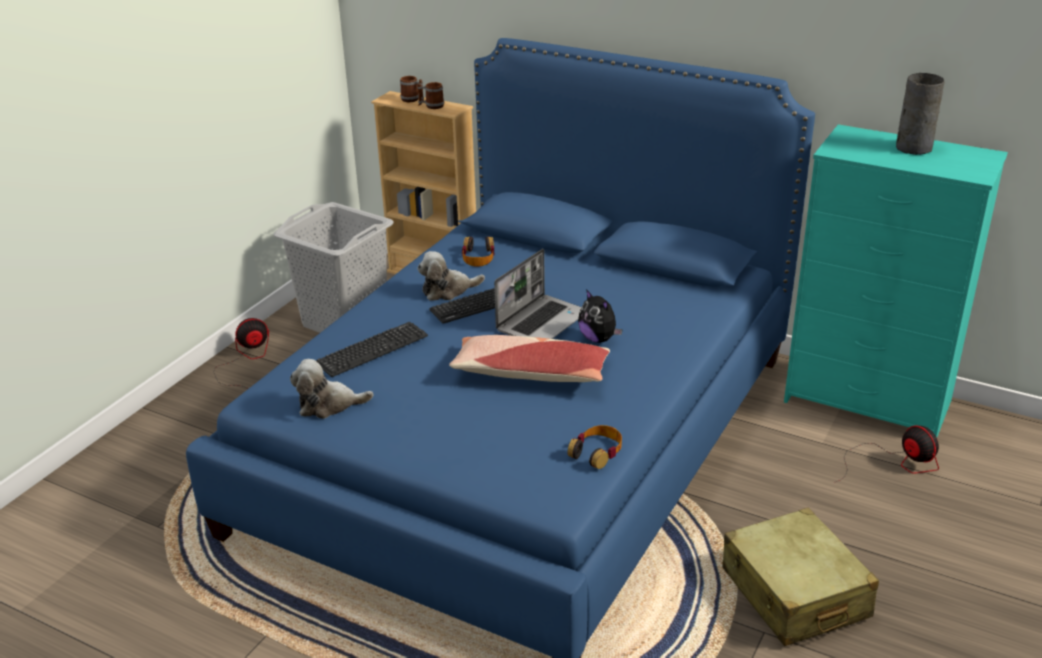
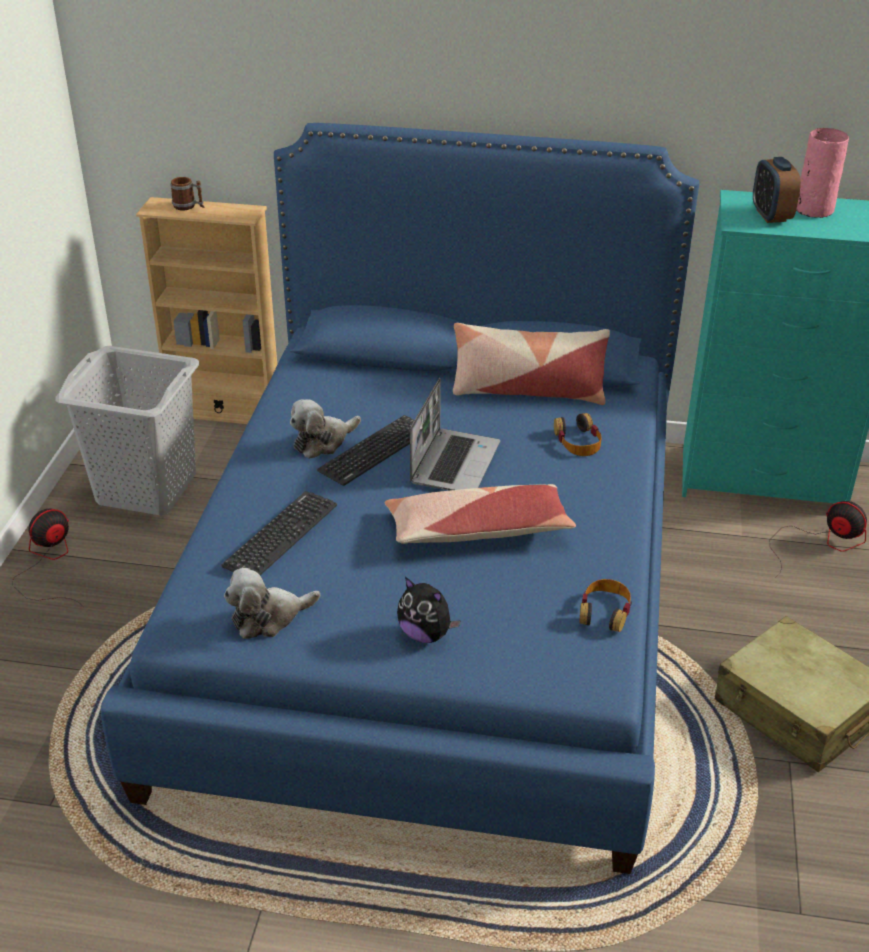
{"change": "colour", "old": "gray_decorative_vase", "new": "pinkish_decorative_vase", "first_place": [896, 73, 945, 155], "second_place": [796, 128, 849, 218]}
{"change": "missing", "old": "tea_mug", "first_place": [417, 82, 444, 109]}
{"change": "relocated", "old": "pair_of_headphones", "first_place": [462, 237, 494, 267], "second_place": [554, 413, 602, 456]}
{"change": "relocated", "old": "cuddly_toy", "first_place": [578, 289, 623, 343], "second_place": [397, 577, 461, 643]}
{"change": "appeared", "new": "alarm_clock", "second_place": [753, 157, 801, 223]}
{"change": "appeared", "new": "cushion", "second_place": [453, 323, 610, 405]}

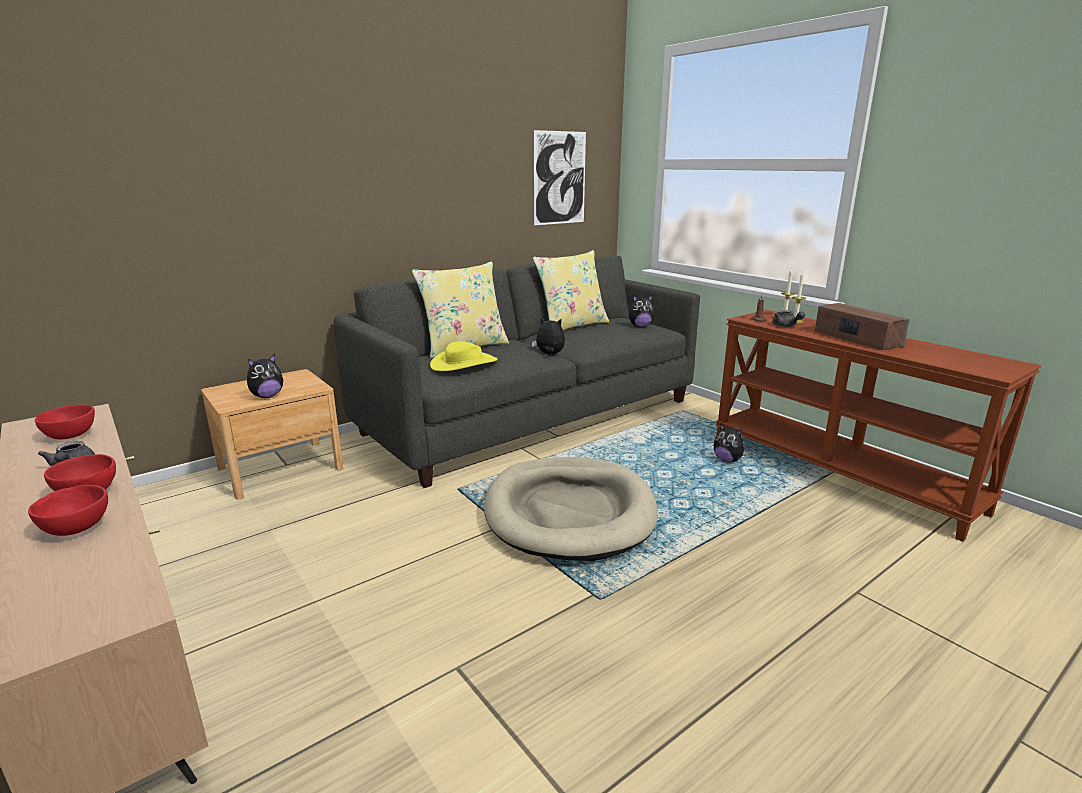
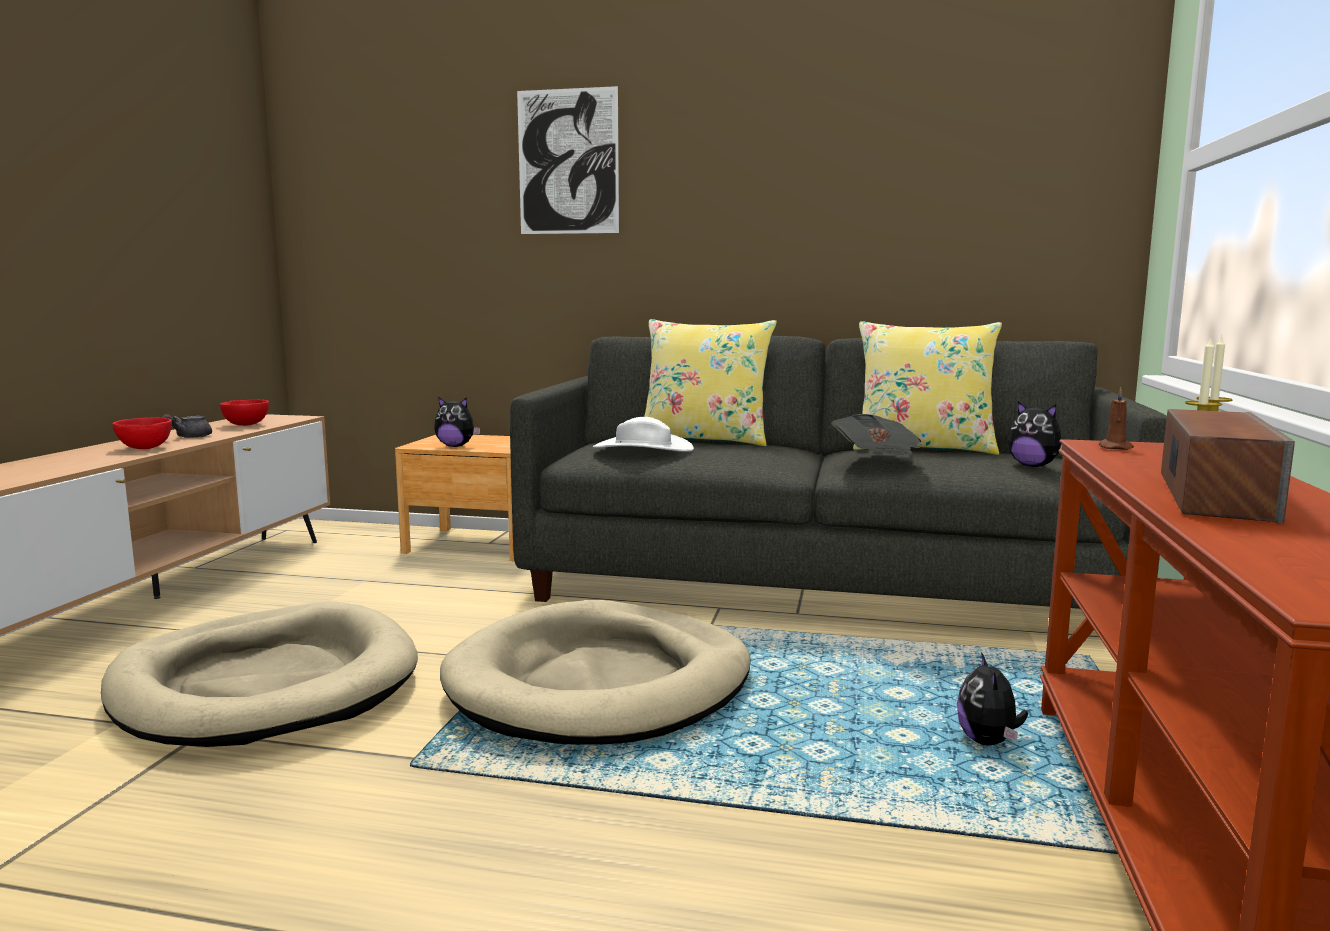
{"change": "relocated", "old": "wall_picture", "first_place": [534, 130, 586, 225], "second_place": [517, 86, 619, 234]}
{"change": "missing", "old": "gray_tea_pot", "first_place": [772, 310, 805, 327]}
{"change": "missing", "old": "cuddly_toy", "first_place": [532, 317, 565, 355]}
{"change": "colour", "old": "yellowish_hat", "new": "white-coloured_hat", "first_place": [430, 341, 498, 371], "second_place": [593, 417, 694, 452]}
{"change": "missing", "old": "red-coloured_serving_bowl", "first_place": [28, 485, 108, 536]}
{"change": "appeared", "new": "newspaper", "second_place": [831, 414, 921, 455]}
{"change": "appeared", "new": "beige-coloured_pet_bed", "second_place": [101, 601, 418, 747]}

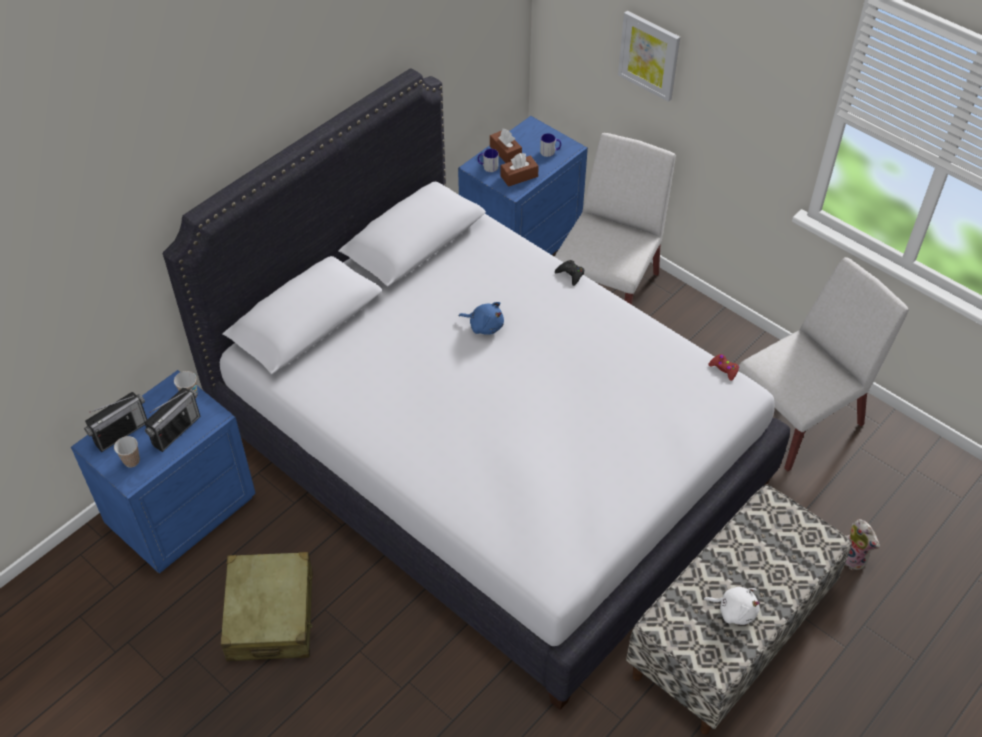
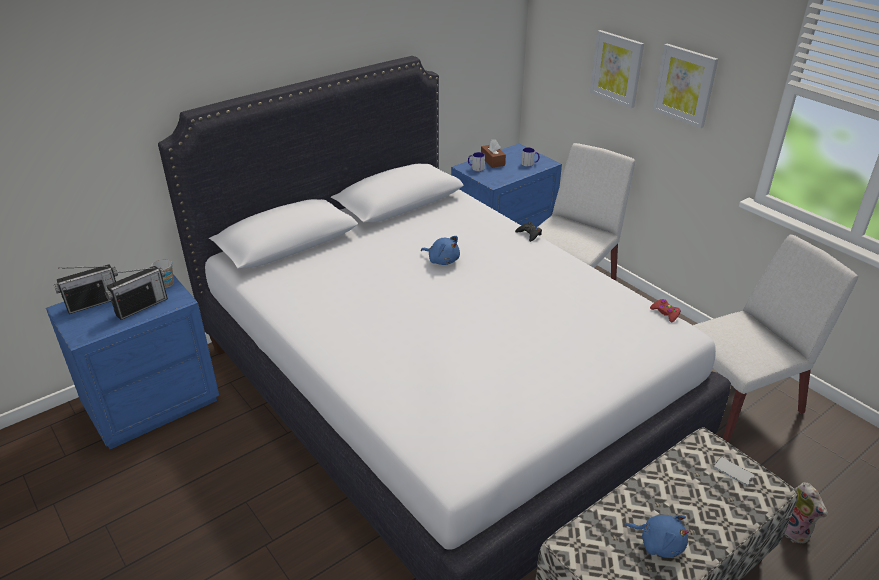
{"change": "missing", "old": "brown-coloured_tissue_box", "first_place": [501, 153, 539, 187]}
{"change": "missing", "old": "drinking_cup", "first_place": [114, 436, 140, 468]}
{"change": "missing", "old": "beige-coloured_suitcase", "first_place": [221, 552, 313, 662]}
{"change": "colour", "old": "white-coloured_cuddly_toy", "new": "blue-coloured_cuddly_toy", "first_place": [704, 587, 760, 625], "second_place": [624, 515, 689, 558]}
{"change": "appeared", "new": "wall_picture", "second_place": [653, 44, 718, 128]}
{"change": "appeared", "new": "phone", "second_place": [713, 457, 755, 486]}

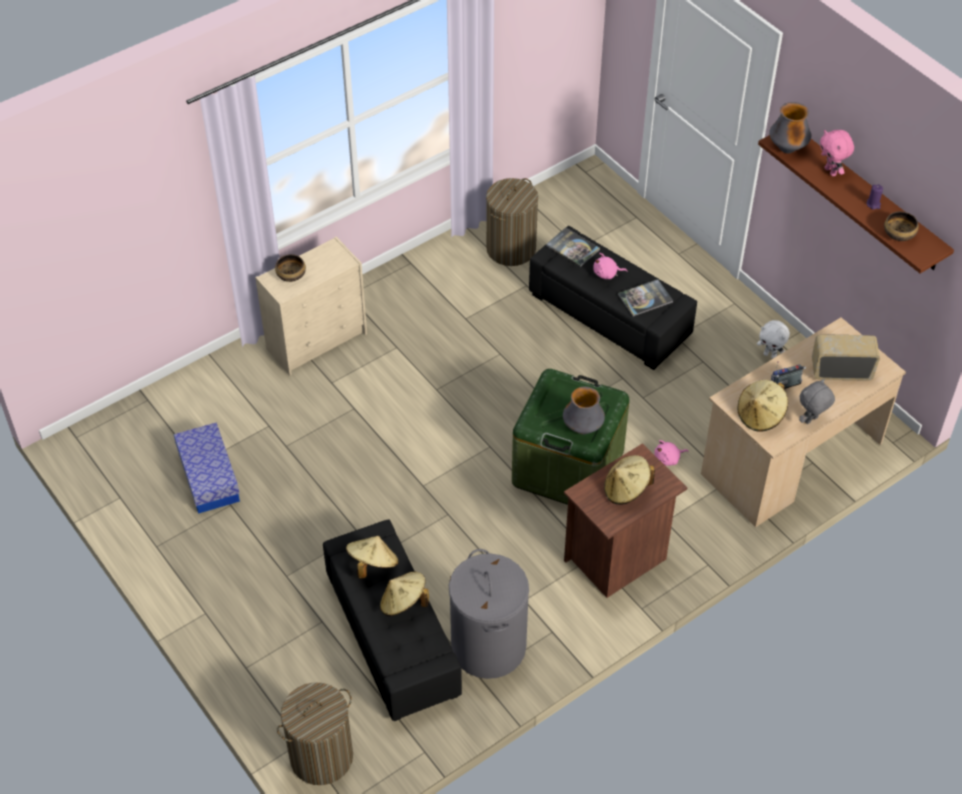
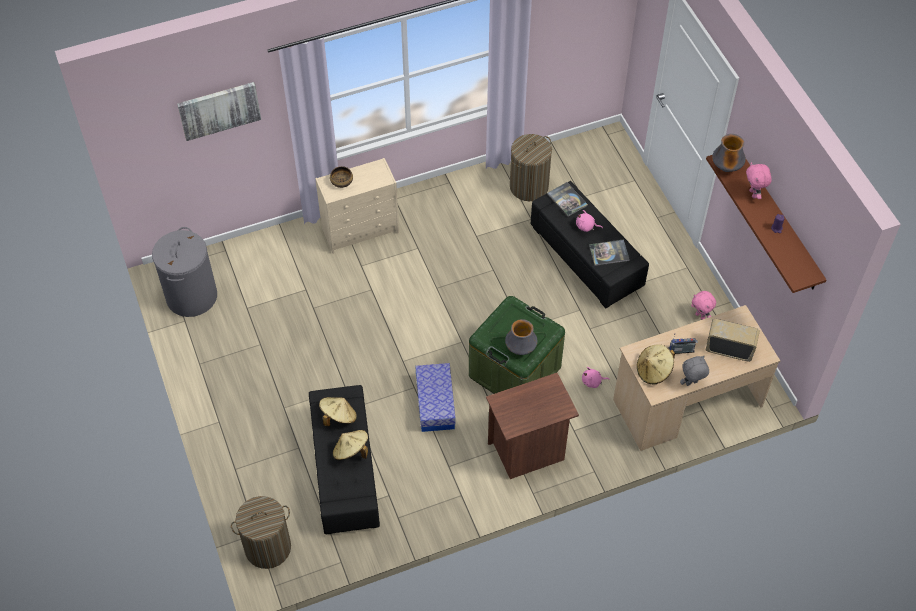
{"change": "missing", "old": "serving_bowl", "first_place": [884, 211, 919, 241]}
{"change": "colour", "old": "white-coloured_cuddly_toy", "new": "pinkish_cuddly_toy", "first_place": [757, 320, 790, 359], "second_place": [691, 291, 716, 320]}
{"change": "relocated", "old": "storage_container", "first_place": [174, 423, 240, 514], "second_place": [415, 363, 456, 432]}
{"change": "missing", "old": "beige-coloured_hat", "first_place": [604, 455, 655, 505]}
{"change": "relocated", "old": "gray_laundry_basket", "first_place": [449, 549, 529, 679], "second_place": [152, 227, 217, 317]}
{"change": "appeared", "new": "wall_picture", "second_place": [177, 82, 261, 141]}

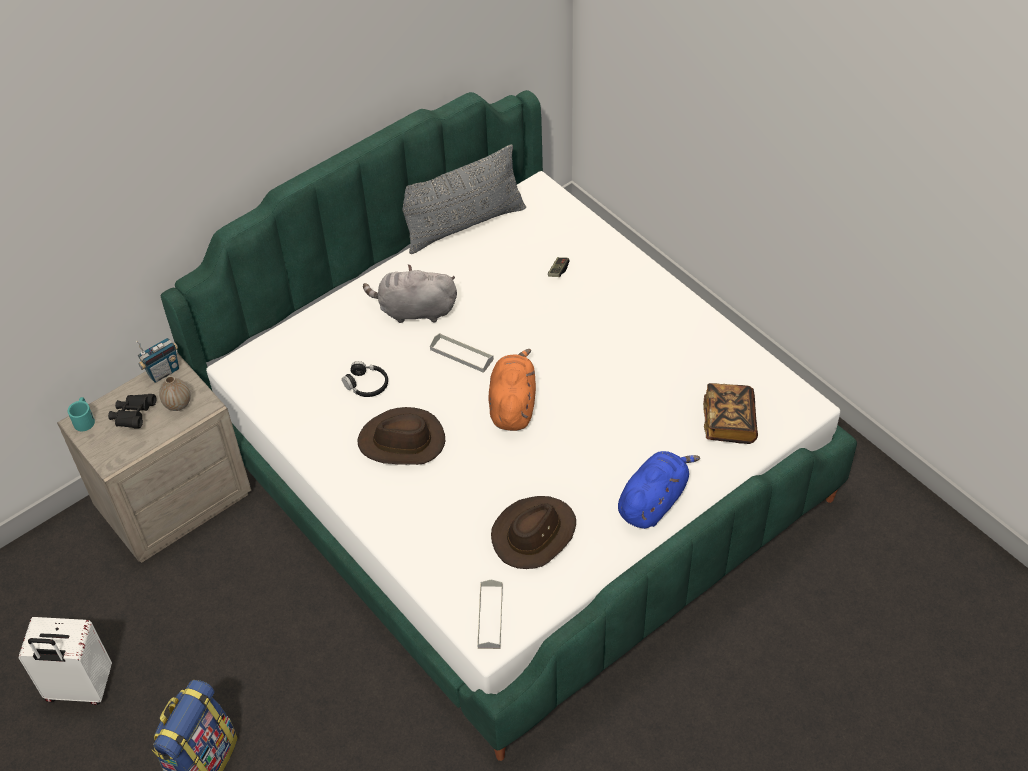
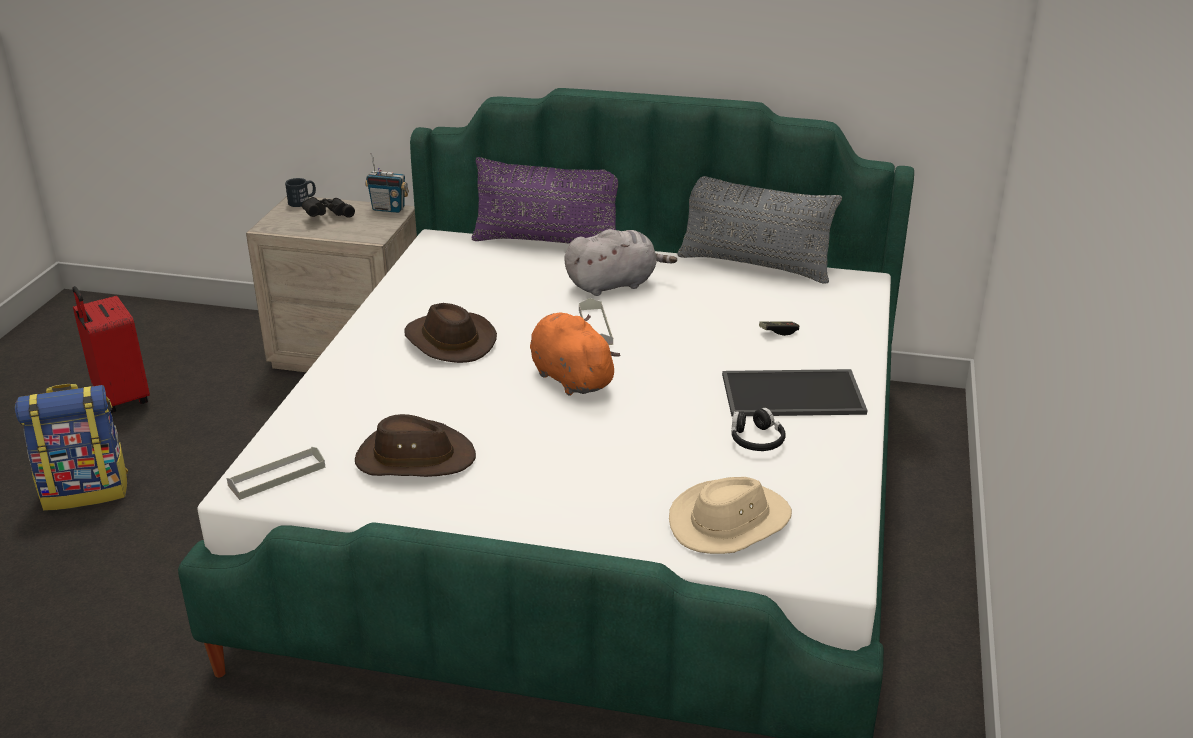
{"change": "spun", "old": "gray_cuddly_toy", "first_place": [363, 265, 457, 323], "second_place": [564, 229, 677, 296], "degrees": 105}
{"change": "spun", "old": "orangey_cuddly_toy", "first_place": [489, 349, 536, 431], "second_place": [530, 313, 620, 396], "degrees": -90}
{"change": "relocated", "old": "blackish_pair_of_headphones", "first_place": [342, 361, 388, 397], "second_place": [731, 408, 786, 451]}
{"change": "missing", "old": "decorative_vase", "first_place": [159, 376, 191, 411]}
{"change": "exchanged", "old": "book", "new": "beige-coloured_hat", "first_place": [703, 383, 758, 444], "second_place": [669, 477, 792, 554]}
{"change": "colour", "old": "turquoise-coloured_tea_mug", "new": "blackish_tea_mug", "first_place": [68, 397, 95, 431], "second_place": [285, 178, 316, 207]}
{"change": "missing", "old": "blue-coloured_cuddly_toy", "first_place": [618, 451, 700, 529]}
{"change": "colour", "old": "white-coloured_suitcase", "new": "red-coloured_suitcase", "first_place": [18, 617, 112, 705], "second_place": [72, 286, 150, 413]}
{"change": "appeared", "new": "purple-coloured_cushion", "second_place": [472, 157, 618, 244]}
{"change": "appeared", "new": "serving_tray", "second_place": [722, 369, 868, 417]}

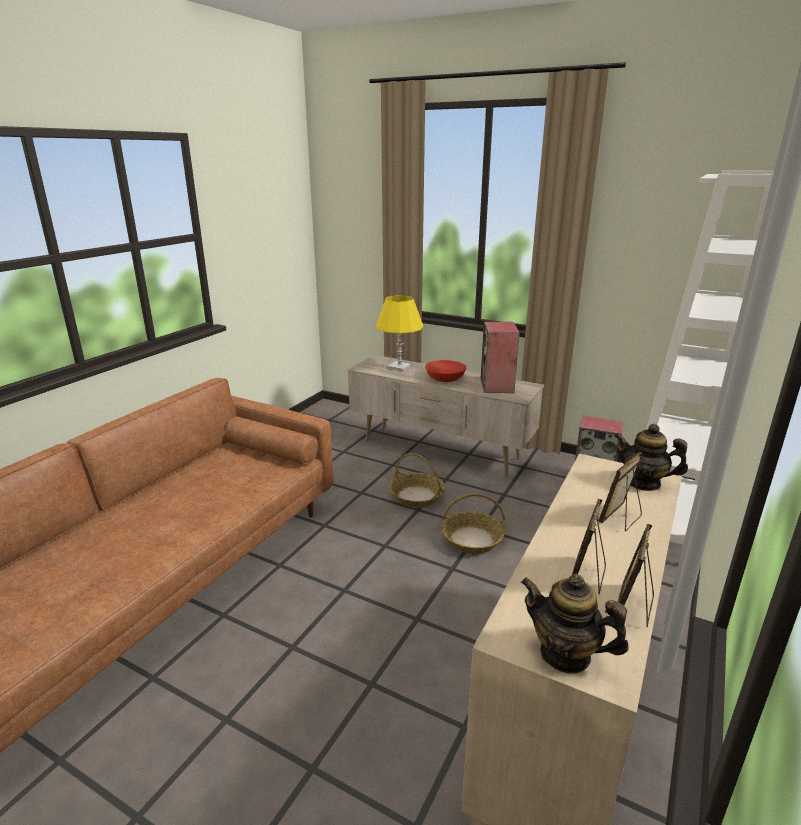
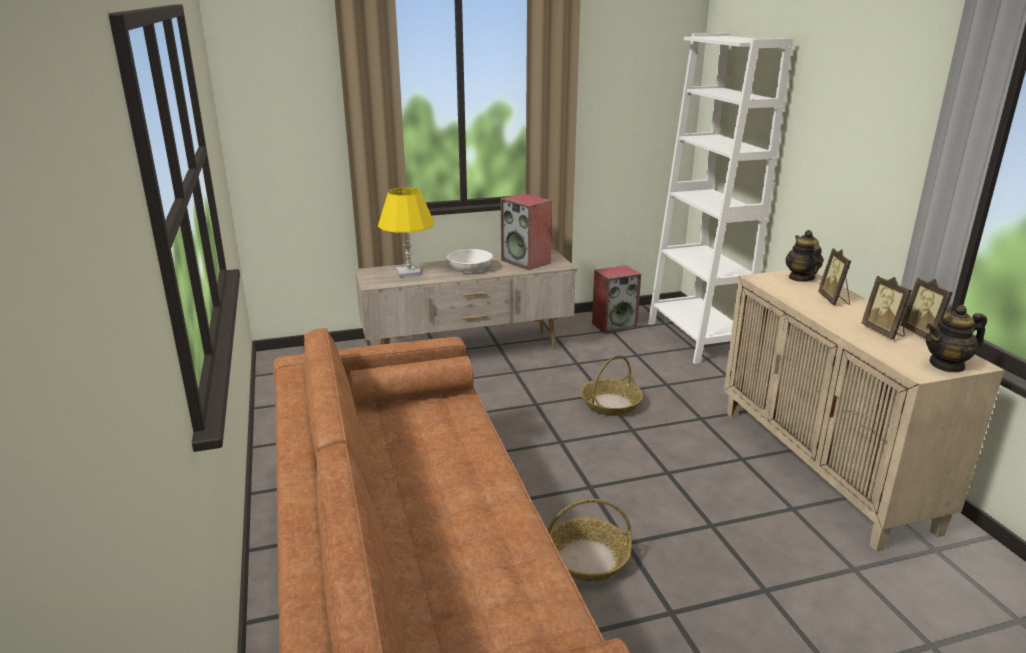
{"change": "colour", "old": "red-coloured_serving_bowl", "new": "white-coloured_serving_bowl", "first_place": [425, 360, 467, 382], "second_place": [447, 249, 493, 273]}
{"change": "spun", "old": "tea_pot", "first_place": [614, 424, 688, 491], "second_place": [785, 230, 824, 282], "degrees": 105}
{"change": "relocated", "old": "storage_basket", "first_place": [390, 453, 445, 508], "second_place": [548, 499, 632, 582]}

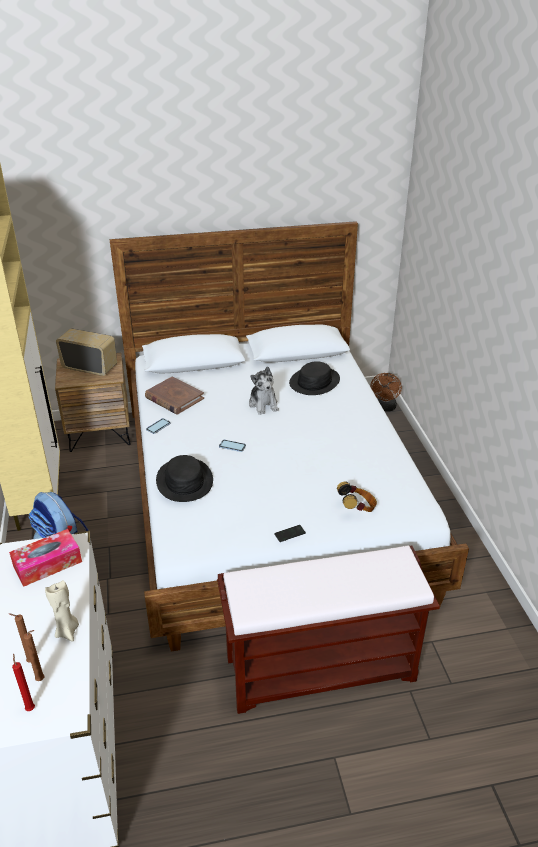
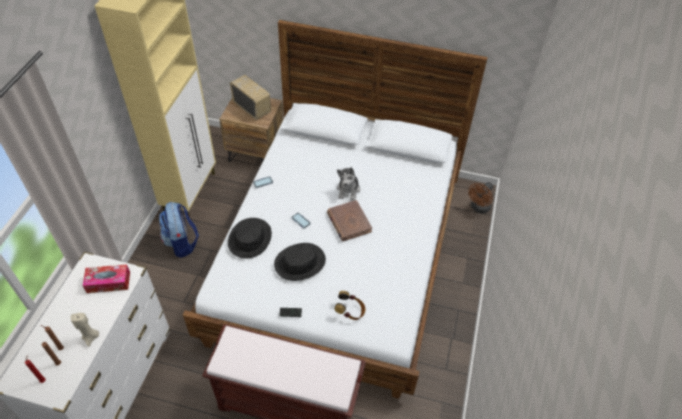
{"change": "relocated", "old": "blackish_hat", "first_place": [289, 361, 340, 395], "second_place": [274, 243, 326, 281]}
{"change": "relocated", "old": "brown-coloured_book", "first_place": [145, 376, 204, 415], "second_place": [327, 200, 372, 241]}

